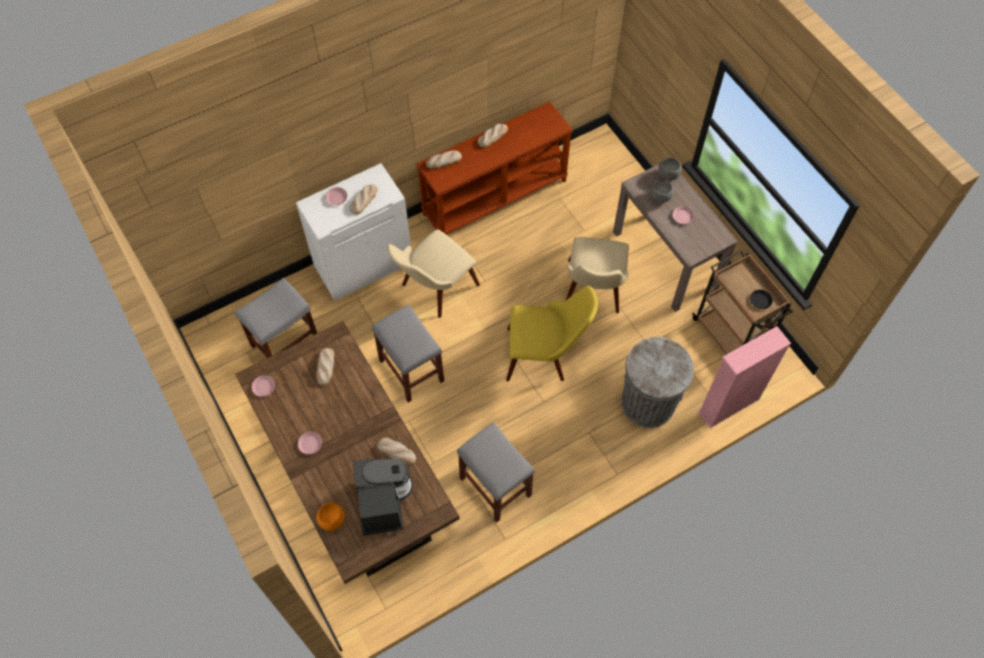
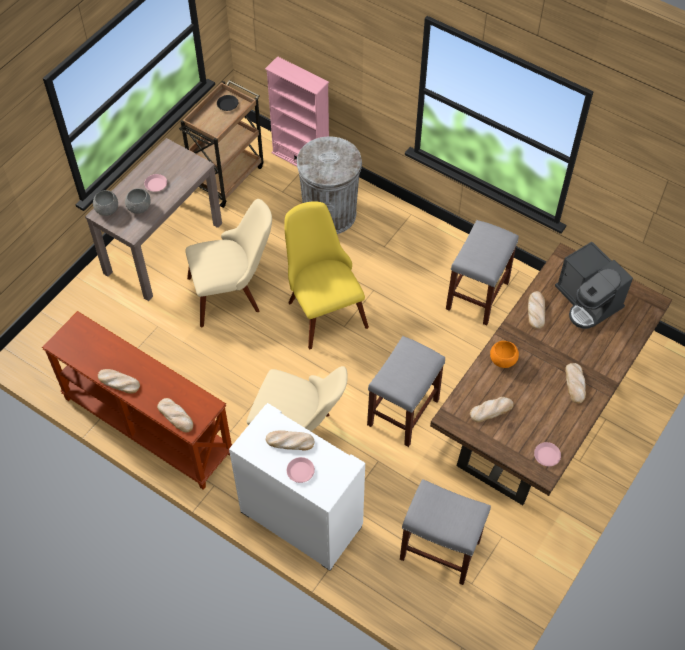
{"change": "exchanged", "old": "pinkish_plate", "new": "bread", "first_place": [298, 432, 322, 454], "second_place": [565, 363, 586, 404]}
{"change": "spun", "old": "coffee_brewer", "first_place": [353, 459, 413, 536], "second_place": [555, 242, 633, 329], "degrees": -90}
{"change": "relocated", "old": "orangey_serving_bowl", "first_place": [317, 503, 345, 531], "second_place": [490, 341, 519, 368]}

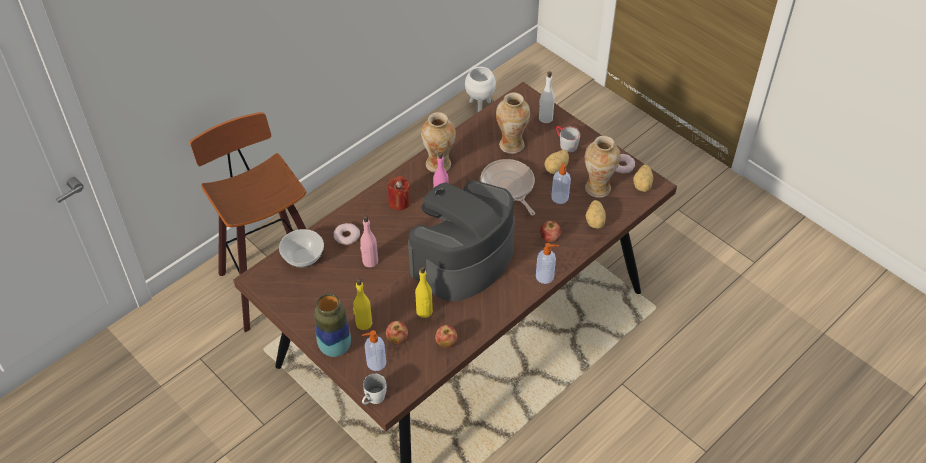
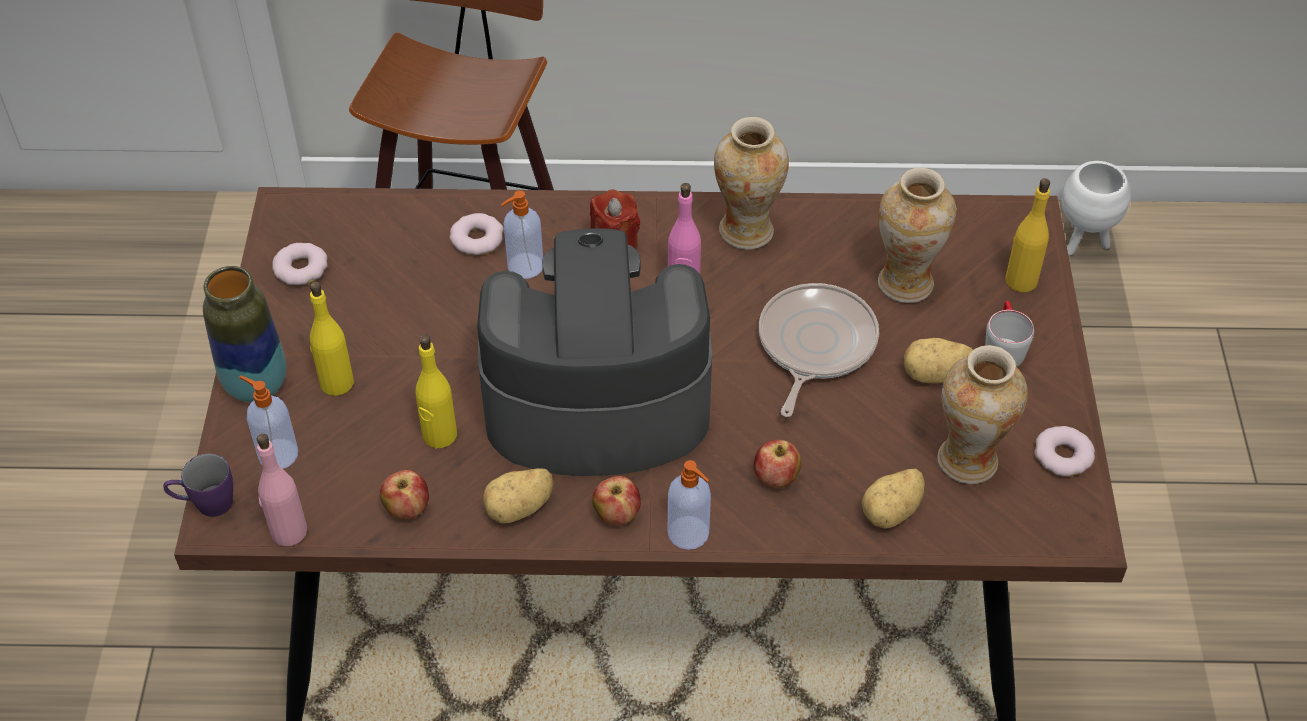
{"change": "colour", "old": "white-coloured_drink_bottle", "new": "yellowish_drink_bottle", "first_place": [539, 71, 555, 123], "second_place": [1006, 178, 1050, 292]}
{"change": "relocated", "old": "soap_bottle", "first_place": [551, 163, 571, 204], "second_place": [501, 190, 543, 279]}
{"change": "relocated", "old": "potato", "first_place": [633, 165, 653, 192], "second_place": [483, 468, 553, 523]}
{"change": "relocated", "old": "pinkish_drink_bottle", "first_place": [360, 215, 378, 267], "second_place": [257, 433, 307, 546]}
{"change": "missing", "old": "serving_bowl", "first_place": [279, 229, 324, 268]}
{"change": "relocated", "old": "apple", "first_place": [386, 321, 408, 344], "second_place": [592, 476, 641, 526]}
{"change": "colour", "old": "white-coloured_tea_mug", "new": "purple-coloured_tea_mug", "first_place": [362, 374, 387, 405], "second_place": [163, 453, 233, 517]}
{"change": "appeared", "new": "ring_doughnut", "second_place": [272, 243, 328, 285]}

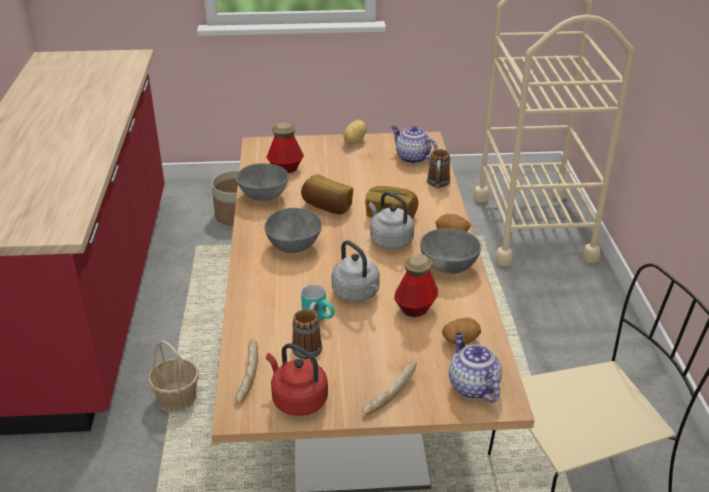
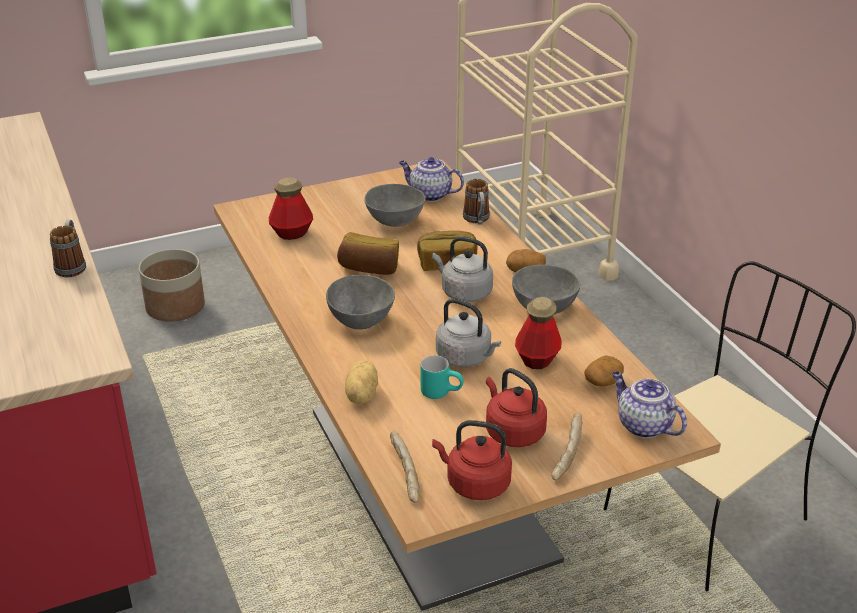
{"change": "relocated", "old": "potato", "first_place": [343, 120, 367, 144], "second_place": [345, 360, 378, 404]}
{"change": "relocated", "old": "gray_serving_bowl", "first_place": [236, 163, 289, 202], "second_place": [365, 184, 426, 227]}
{"change": "relocated", "old": "tea_mug", "first_place": [292, 302, 322, 359], "second_place": [50, 220, 86, 277]}
{"change": "missing", "old": "storage_basket", "first_place": [148, 340, 199, 412]}
{"change": "appeared", "new": "red-coloured_tea_kettle", "second_place": [486, 368, 547, 447]}

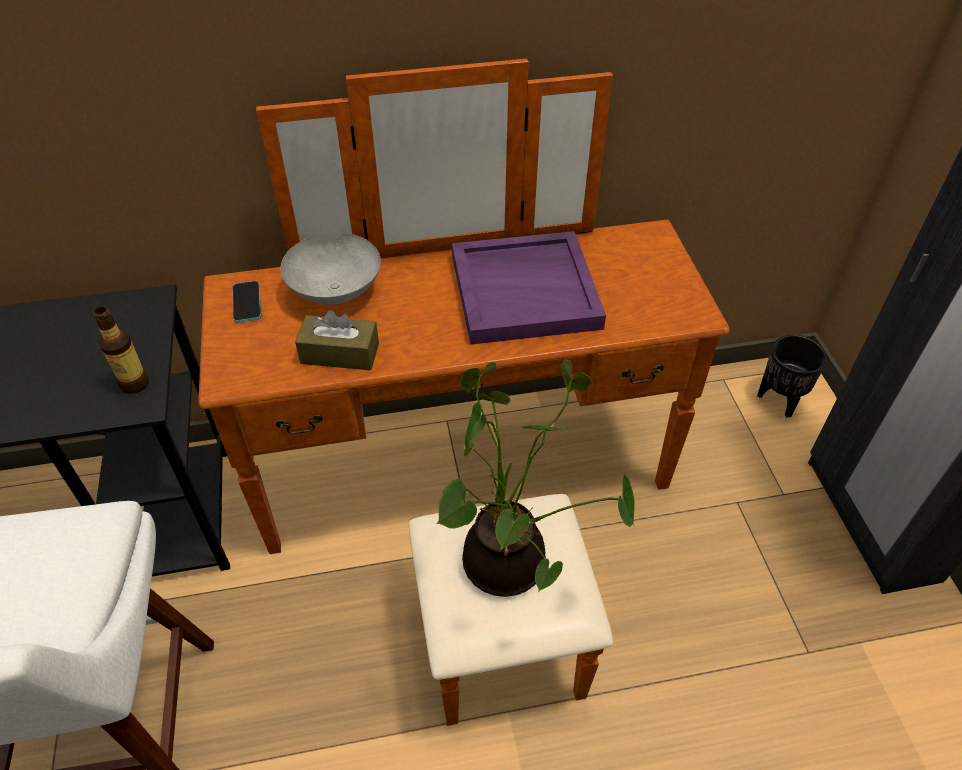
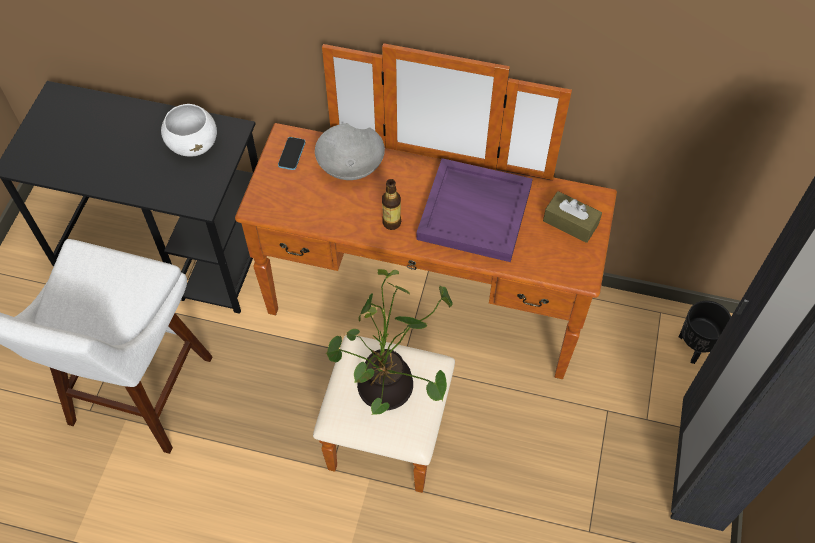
{"change": "relocated", "old": "drink_bottle", "first_place": [93, 307, 149, 394], "second_place": [382, 179, 401, 230]}
{"change": "relocated", "old": "brown-coloured_tissue_box", "first_place": [295, 310, 379, 370], "second_place": [543, 191, 602, 243]}
{"change": "appeared", "new": "white-coloured_serving_bowl", "second_place": [161, 104, 217, 157]}

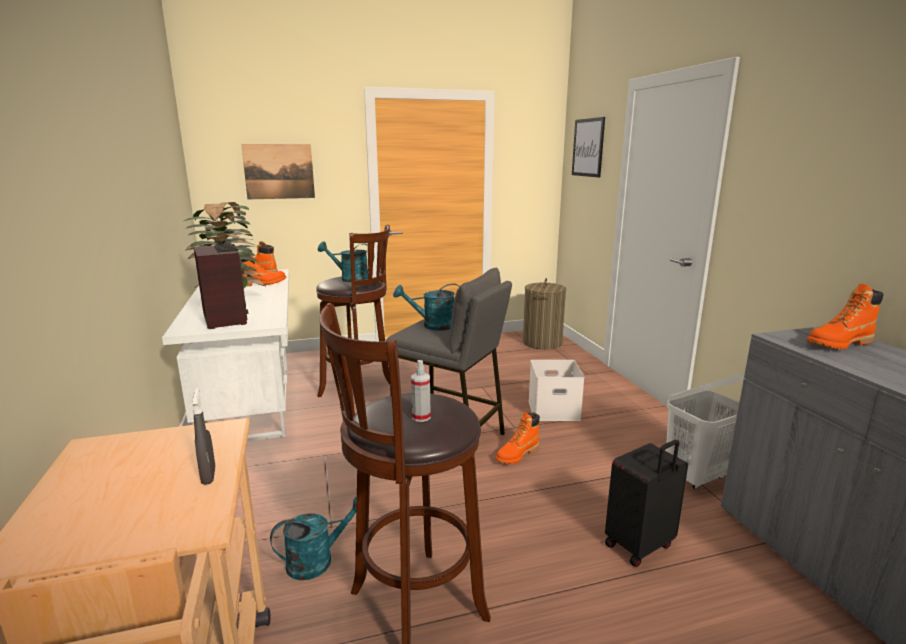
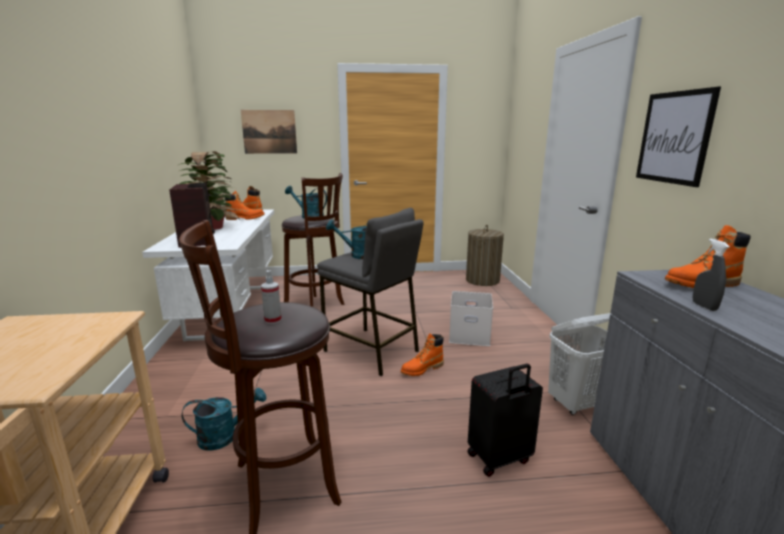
{"change": "relocated", "old": "wall_picture", "first_place": [572, 117, 605, 178], "second_place": [636, 87, 721, 187]}
{"change": "relocated", "old": "gray_hand_sprayer", "first_place": [192, 388, 215, 485], "second_place": [693, 239, 729, 311]}

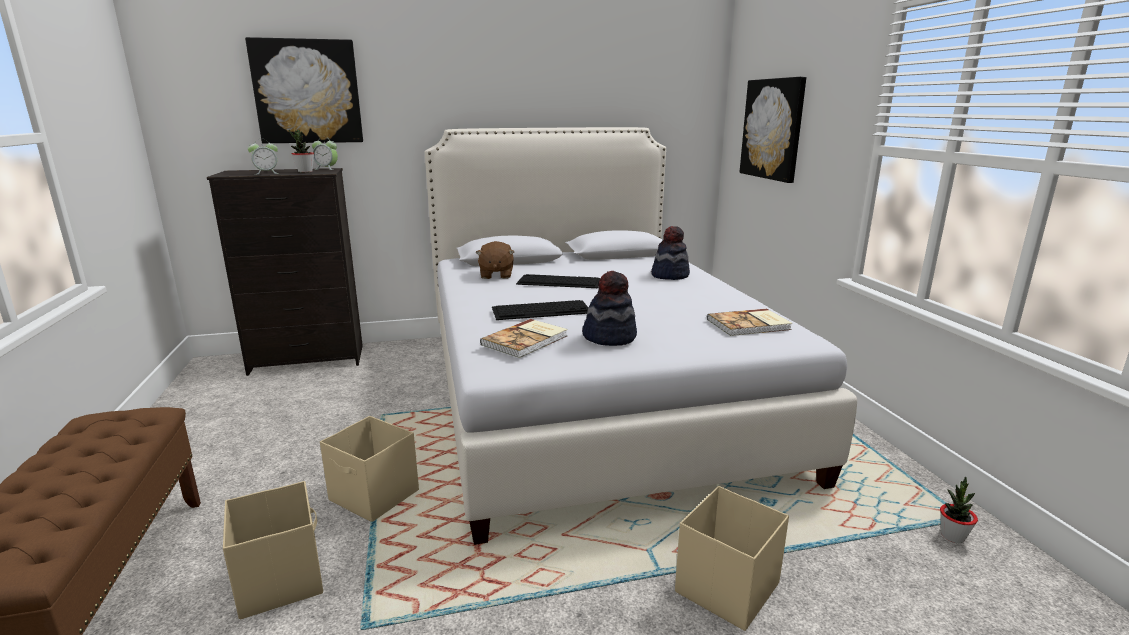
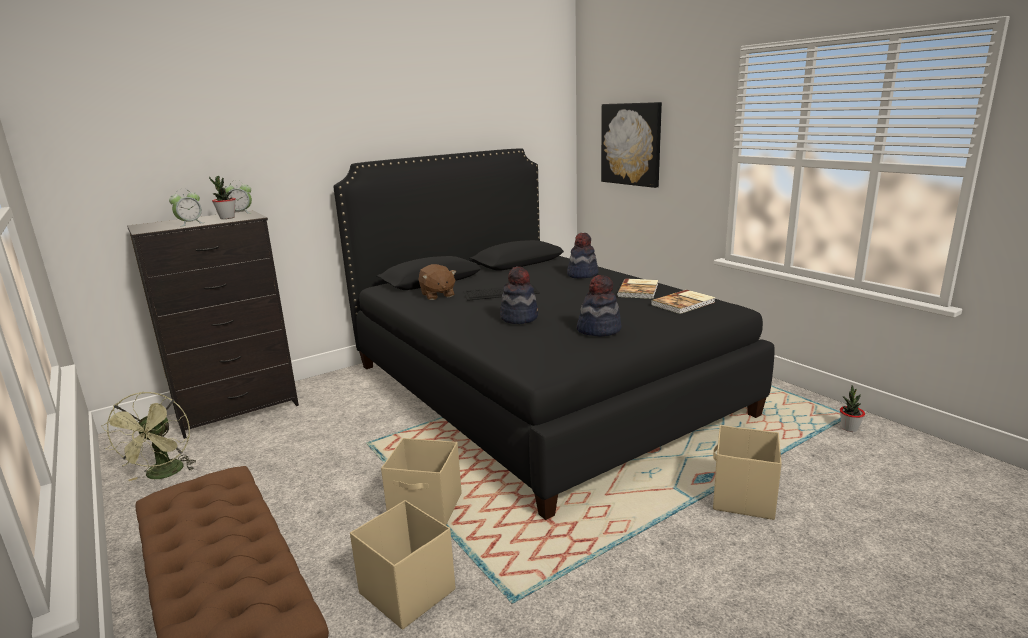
{"change": "missing", "old": "wall_picture", "first_place": [245, 37, 363, 143]}
{"change": "colour", "old": "white-coloured_bed", "new": "blackish_bed", "first_place": [425, 127, 857, 545], "second_place": [333, 148, 775, 520]}
{"change": "exchanged", "old": "computer_keyboard", "new": "hat", "first_place": [492, 300, 588, 320], "second_place": [500, 266, 538, 324]}
{"change": "relocated", "old": "book", "first_place": [480, 319, 568, 358], "second_place": [617, 278, 658, 299]}
{"change": "appeared", "new": "green-coloured_fan", "second_place": [101, 392, 196, 481]}

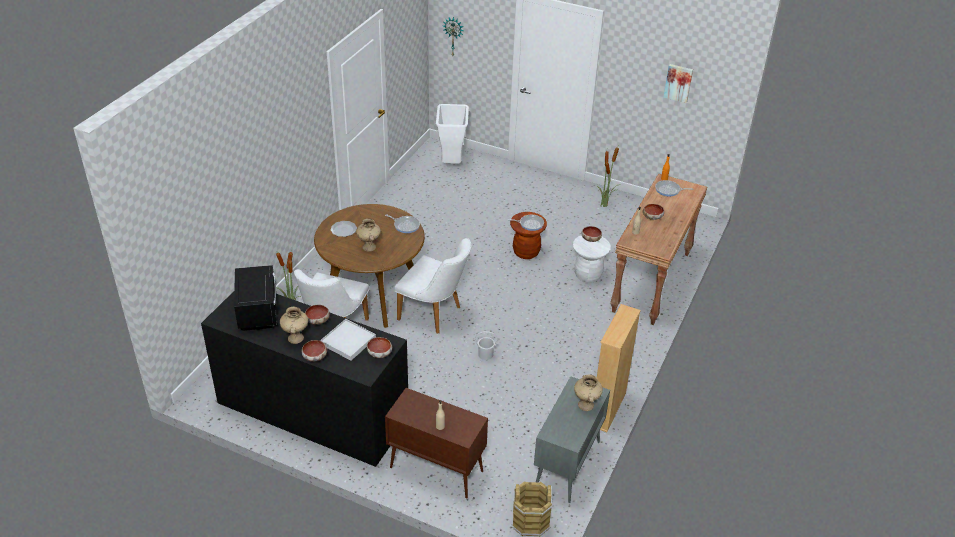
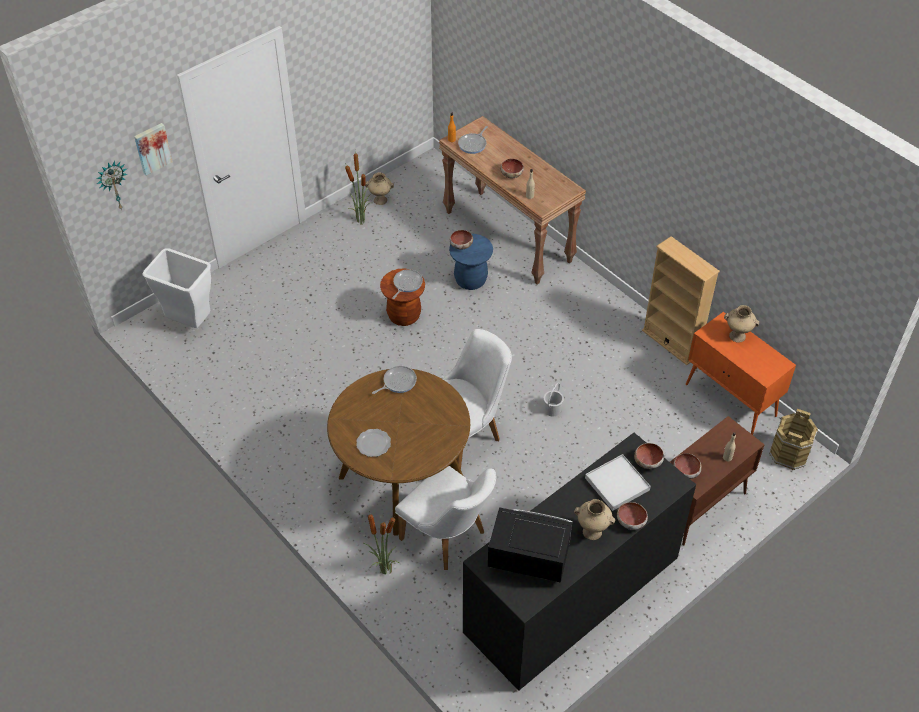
{"change": "relocated", "old": "wall_picture", "first_place": [663, 64, 693, 103], "second_place": [134, 123, 173, 175]}
{"change": "relocated", "old": "beige-coloured_decorative_vase", "first_place": [356, 219, 381, 252], "second_place": [365, 172, 394, 205]}
{"change": "colour", "old": "white-coloured_stool_seat", "new": "blue-coloured_stool_seat", "first_place": [573, 235, 611, 283], "second_place": [449, 234, 493, 290]}
{"change": "relocated", "old": "serving_bowl", "first_place": [305, 305, 330, 325], "second_place": [673, 453, 702, 479]}
{"change": "colour", "old": "gray_cabinet", "new": "orangey_cabinet", "first_place": [534, 376, 610, 503], "second_place": [686, 312, 796, 435]}

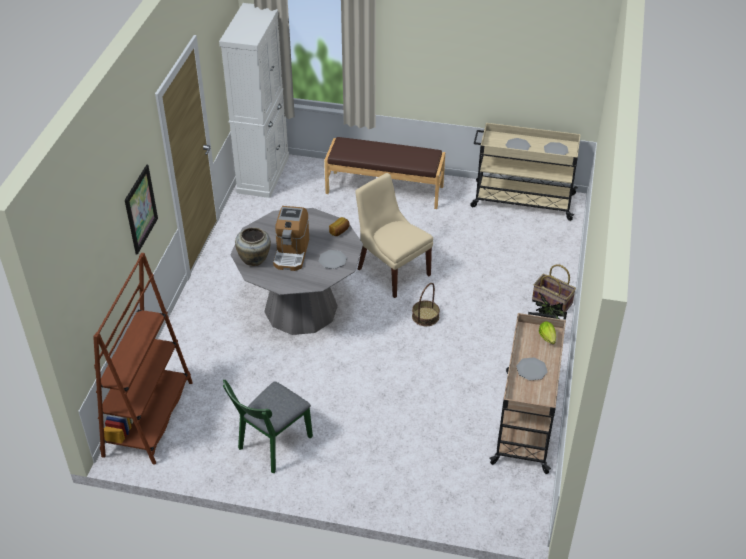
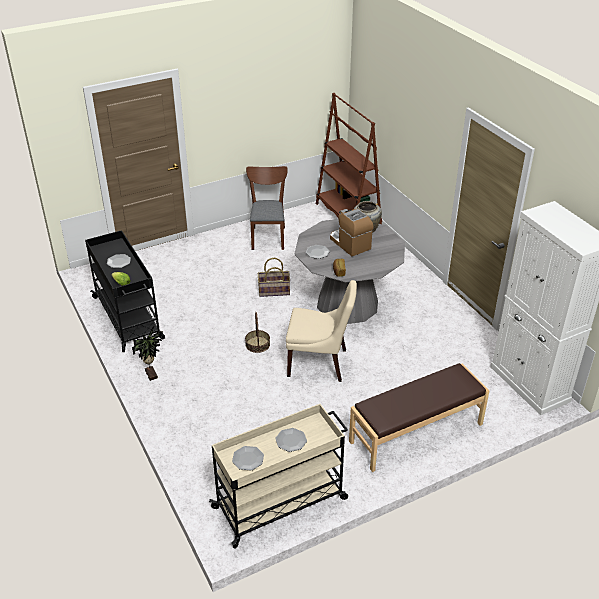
{"change": "missing", "old": "wall_picture", "first_place": [125, 165, 158, 255]}
{"change": "relocated", "old": "storage_basket", "first_place": [532, 264, 576, 312], "second_place": [258, 258, 290, 297]}
{"change": "colour", "old": "beige-coloured_trolley", "new": "blackish_trolley", "first_place": [489, 312, 566, 474], "second_place": [85, 230, 165, 352]}
{"change": "colour", "old": "green-coloured_plain_chair", "new": "brown-coloured_plain_chair", "first_place": [223, 380, 313, 473], "second_place": [246, 166, 288, 250]}

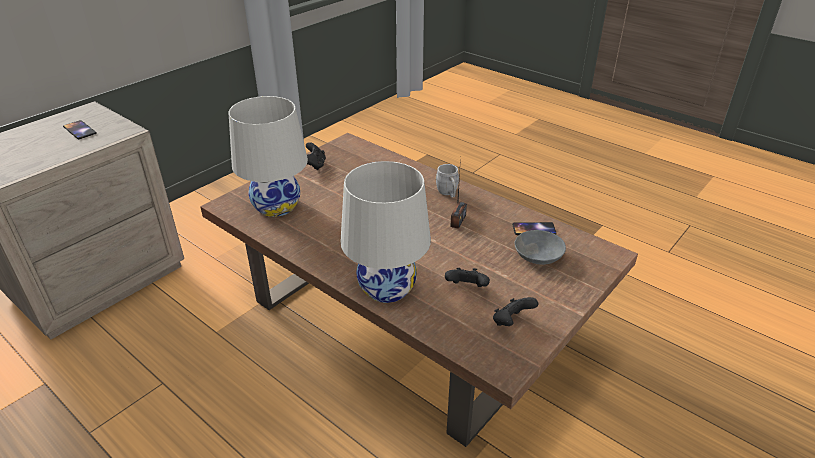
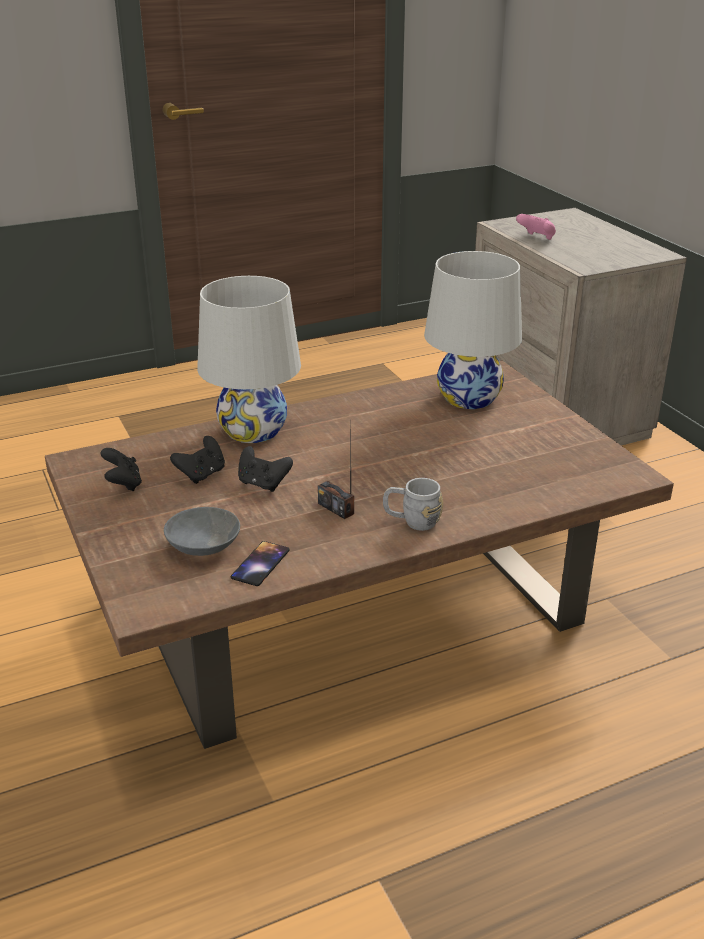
{"change": "missing", "old": "phone", "first_place": [63, 120, 97, 139]}
{"change": "relocated", "old": "blackish_joypad", "first_place": [306, 142, 326, 170], "second_place": [238, 446, 293, 492]}
{"change": "appeared", "new": "pinkish_joypad", "second_place": [516, 214, 556, 240]}

